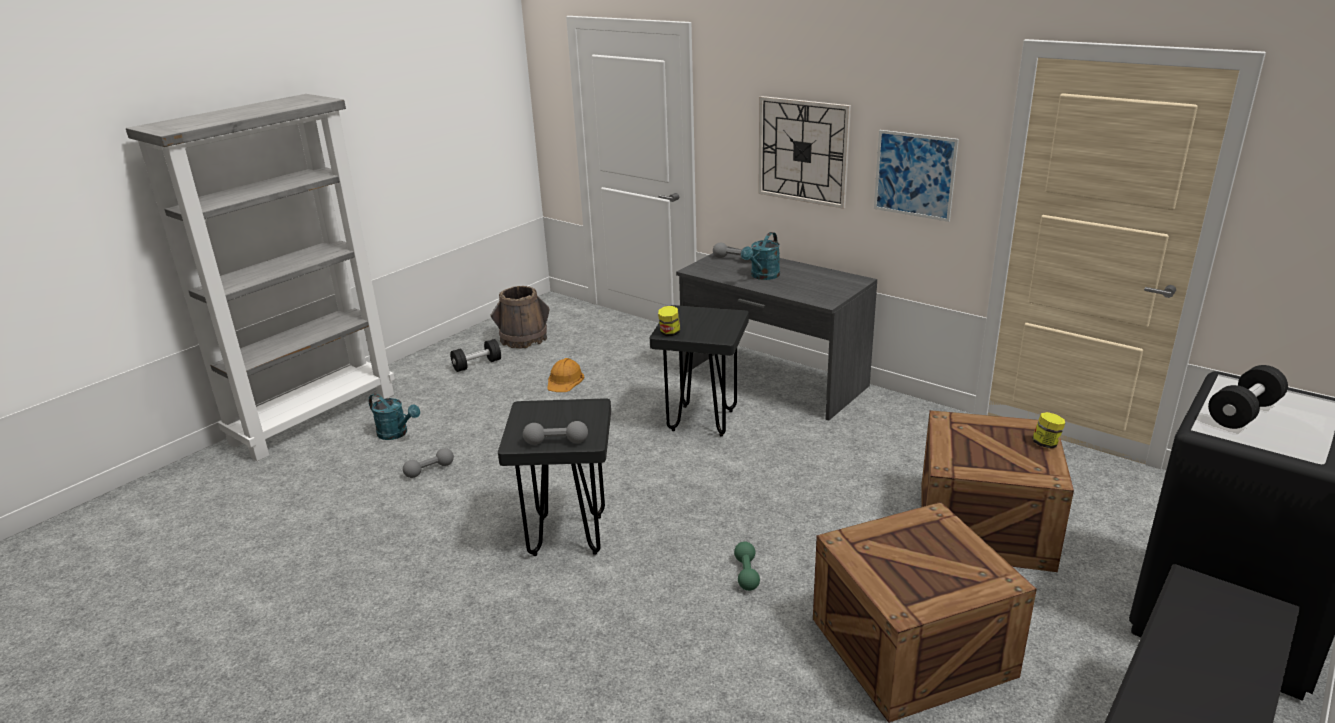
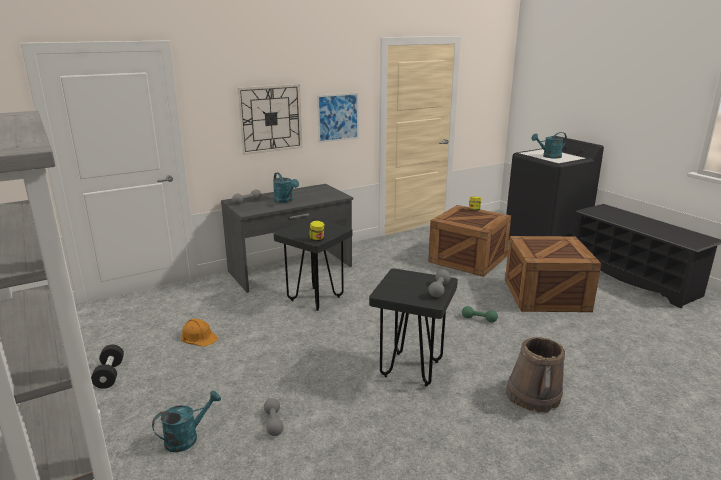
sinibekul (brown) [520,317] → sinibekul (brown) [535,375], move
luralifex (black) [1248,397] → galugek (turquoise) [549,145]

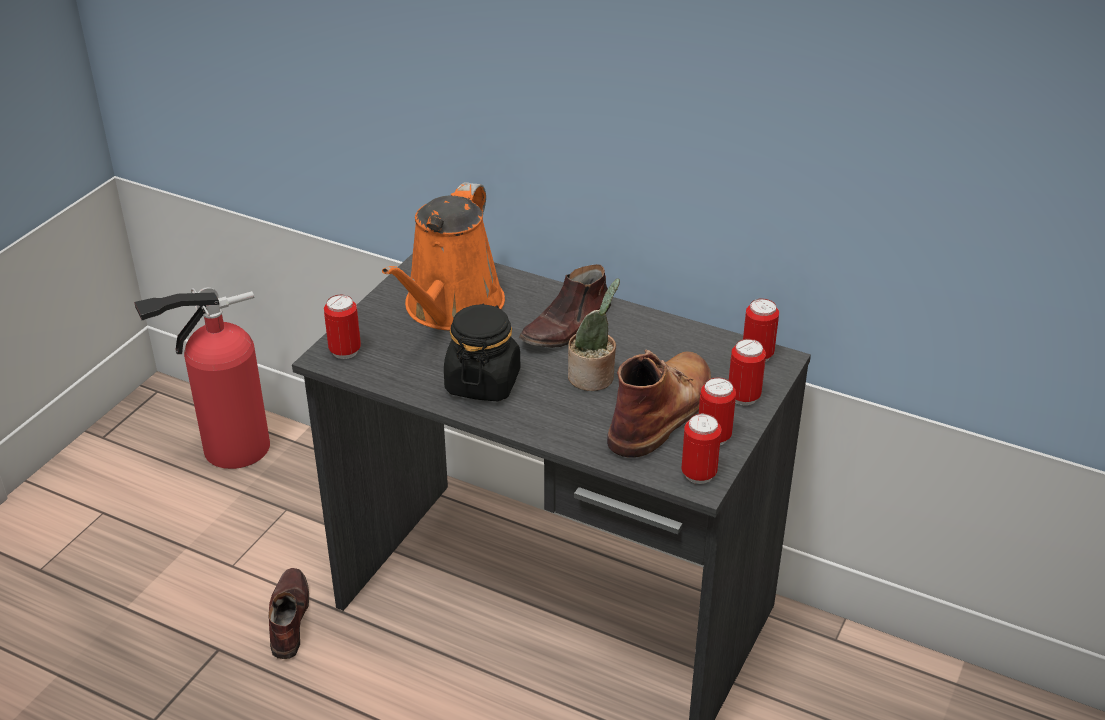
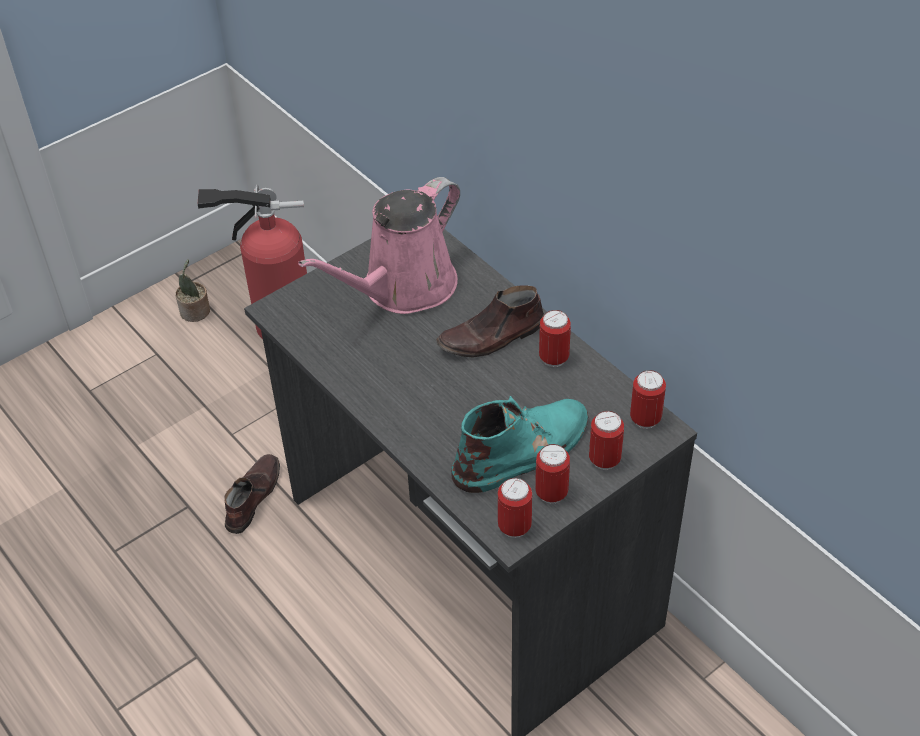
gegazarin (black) [482,352] → -
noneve [342,327] → noneve [555,338], move
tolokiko [594,334] → tolokiko [192,290], move
galugek (orange) [443,256] → galugek (pink) [379,245]
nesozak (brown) [659,404] → nesozak (turquoise) [520,444]

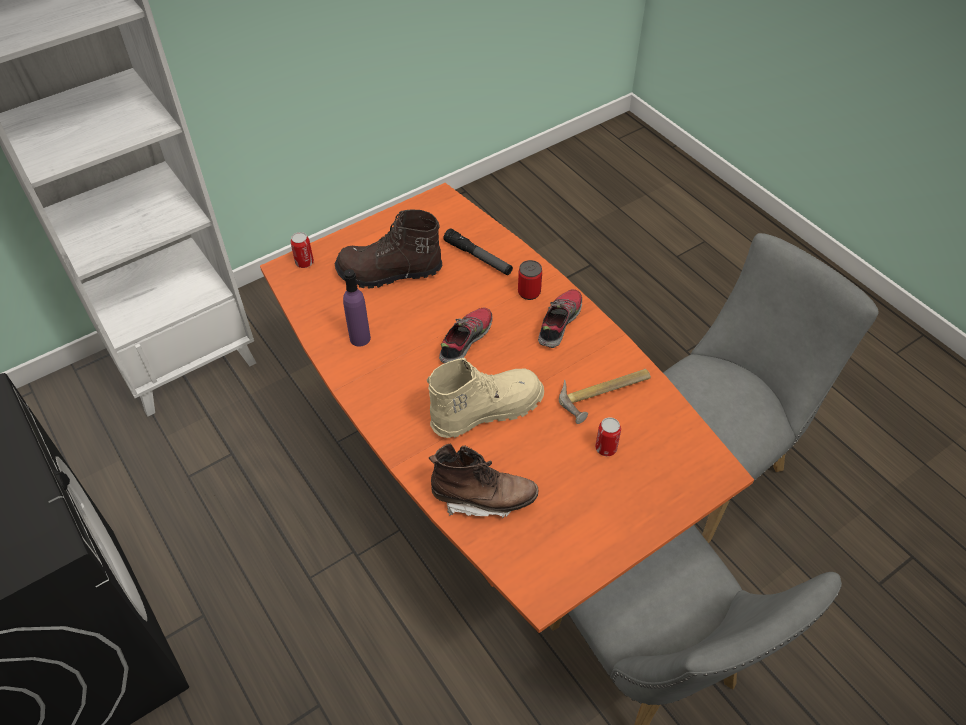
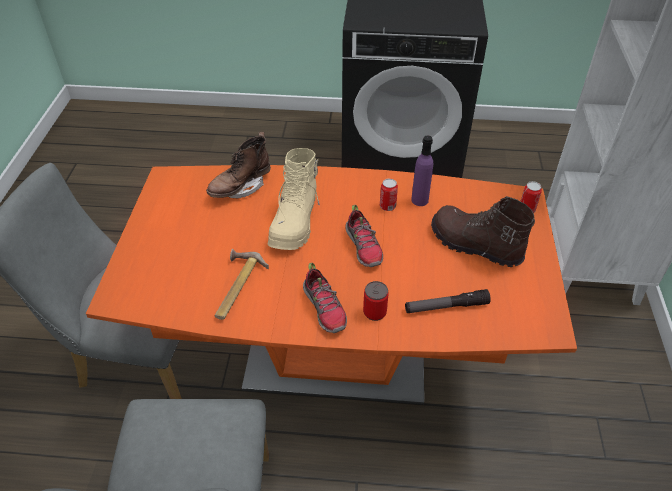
noneve [608,436] → noneve [389,194], move
nesozak (brown) [388,249] → nesozak (brown) [483,231], 90 degrees counterclockwise

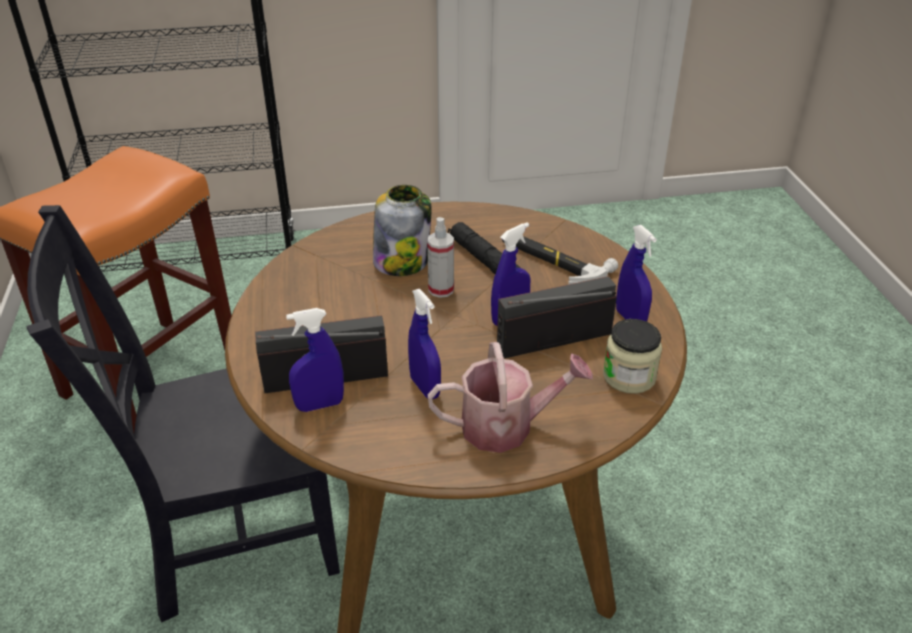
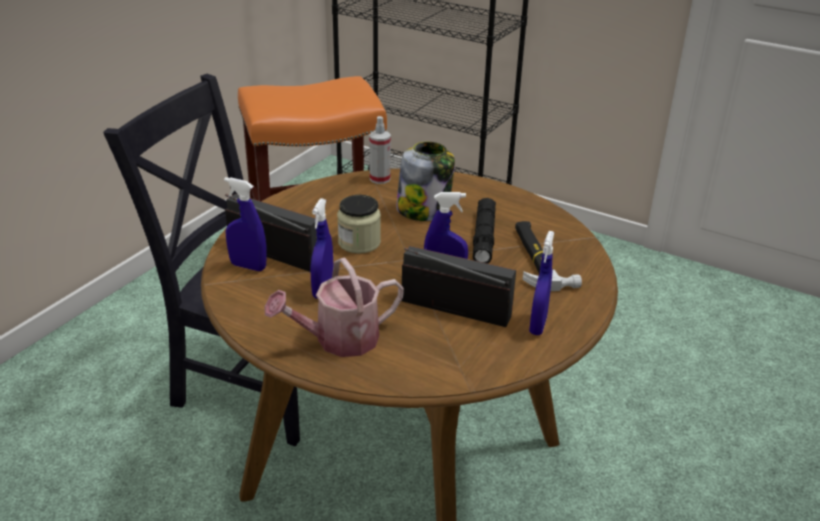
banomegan [440,257] → banomegan [380,150], move
gegazarin [632,356] → gegazarin [359,224], move
galugek [510,397] → galugek [334,307], 120 degrees clockwise

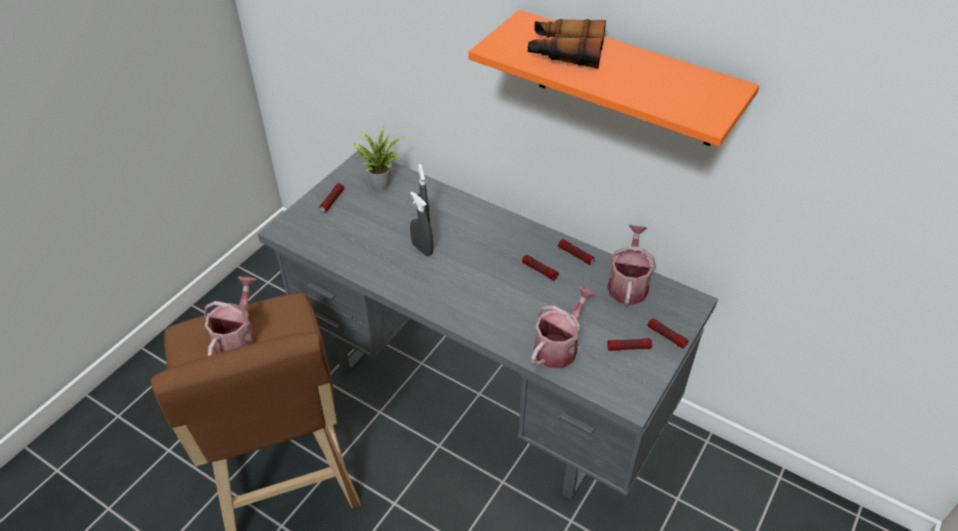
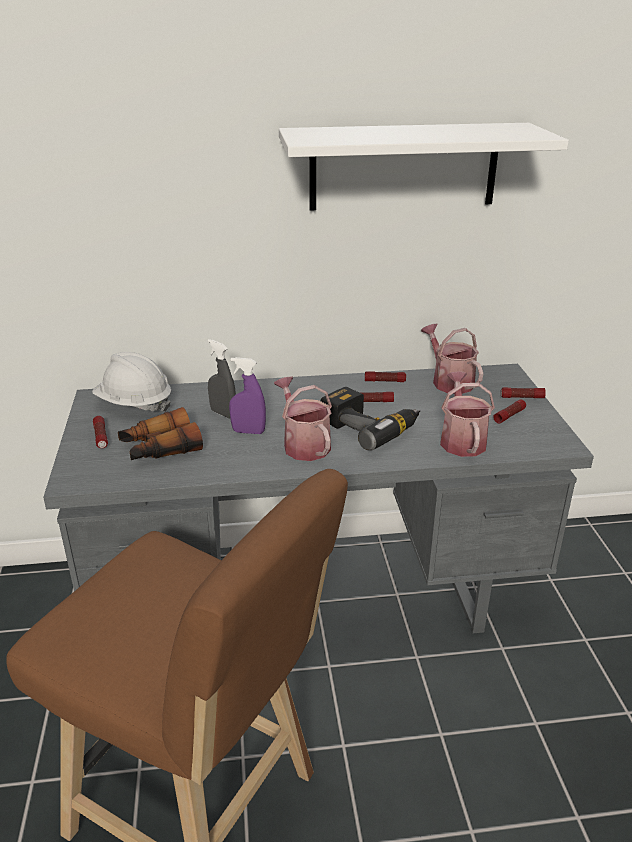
- → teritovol [370,418]
galugek [230,316] → galugek [303,418], move
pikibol [567,44] → pikibol [160,433], move
tolokiko [379,158] → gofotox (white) [131,382]
banomegan (grey) [421,224] → banomegan (purple) [247,395]
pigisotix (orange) [613,78] → pigisotix (white) [424,167]

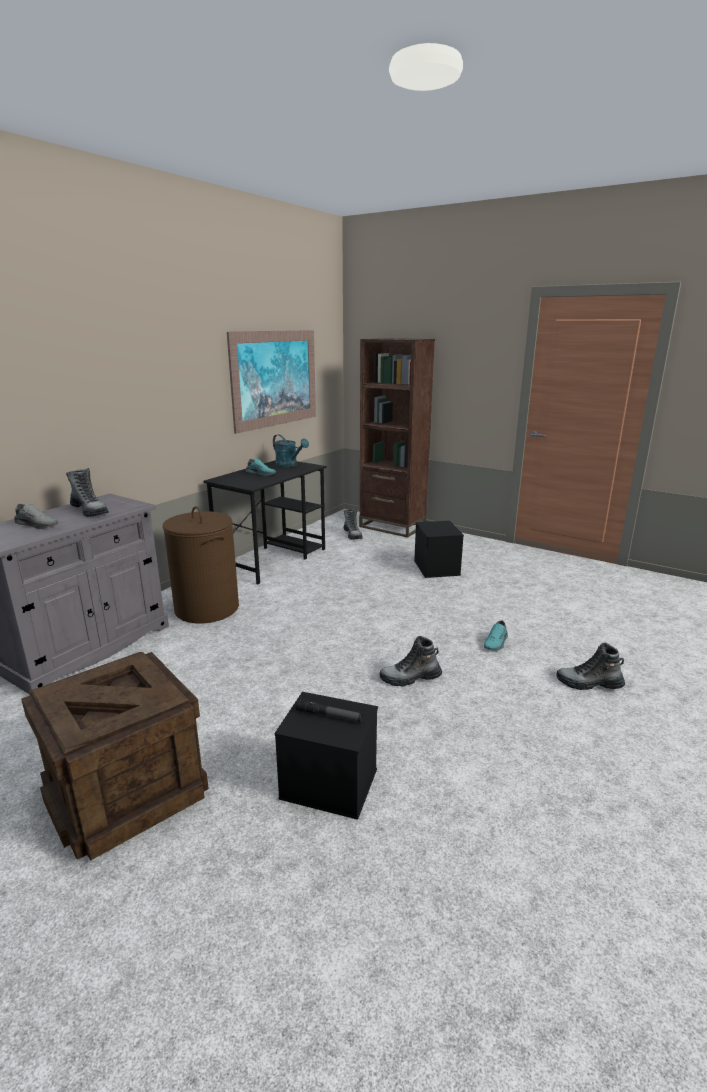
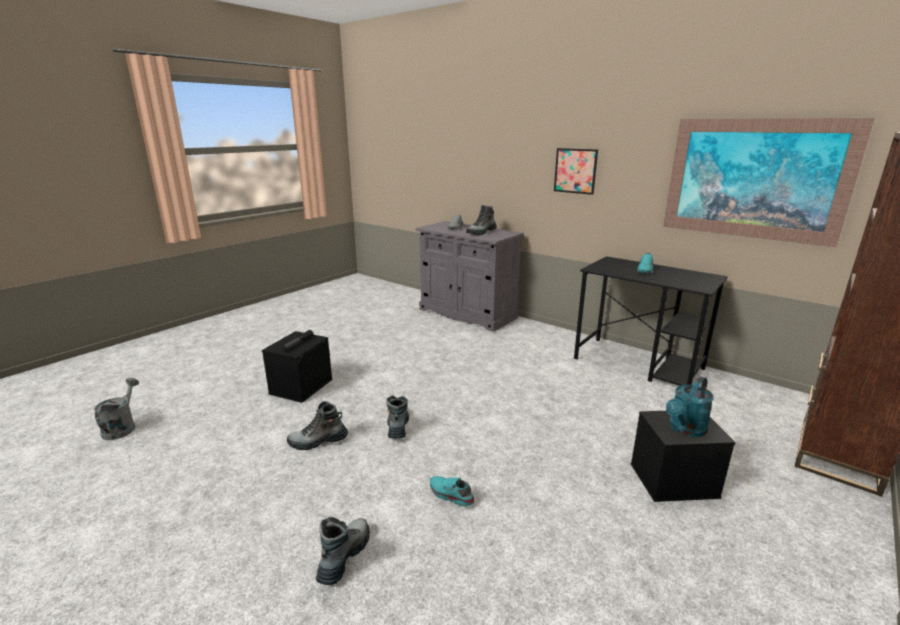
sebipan [114,756] → -
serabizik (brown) [201,564] → -
- → galugek (grey) [116,409]
- → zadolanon [576,171]
galugek (turquoise) [291,450] → galugek (turquoise) [690,407], move
nesozak [353,524] → nesozak [317,425], move

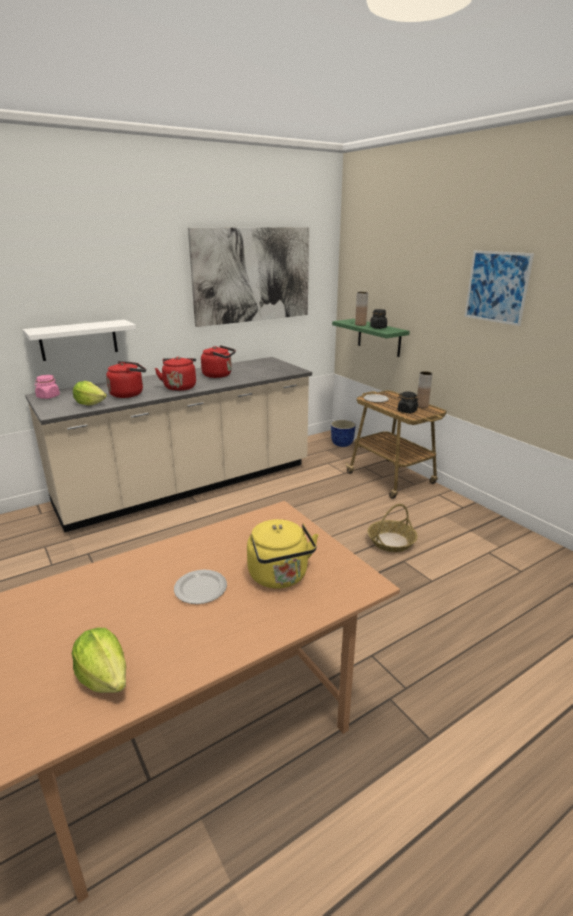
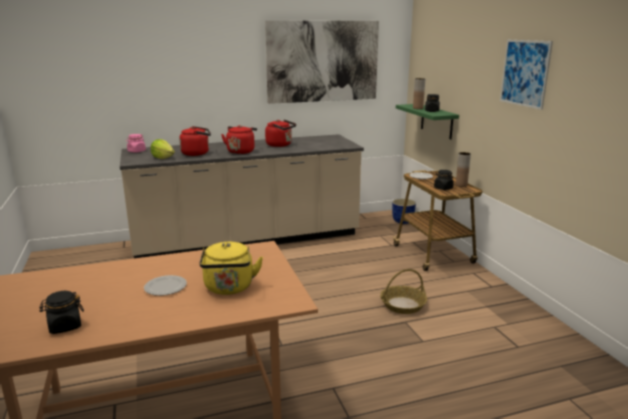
pigisotix (white) [79,340] → -
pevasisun [99,660] → gegazarin (black) [61,312]

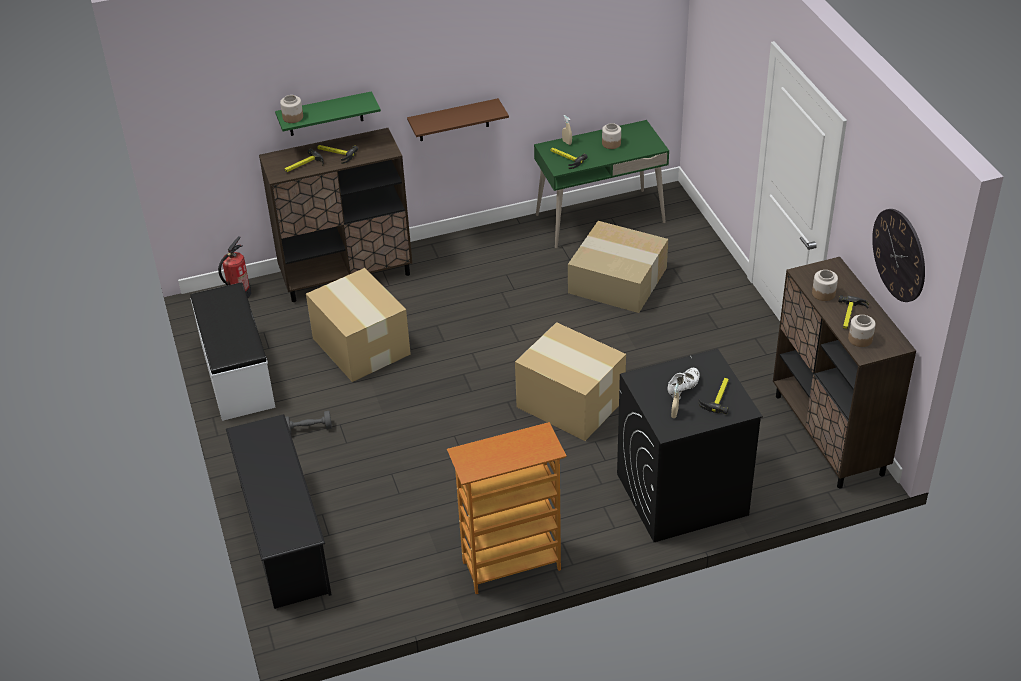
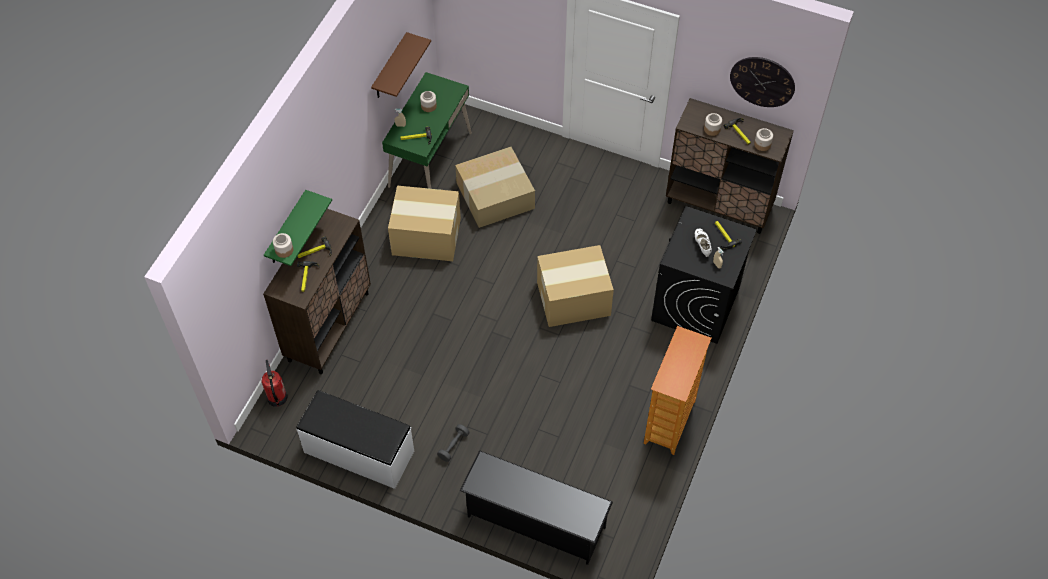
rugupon [358,325] → rugupon [424,223], move
pigisotix (brown) [458,119] → pigisotix (brown) [401,65], move

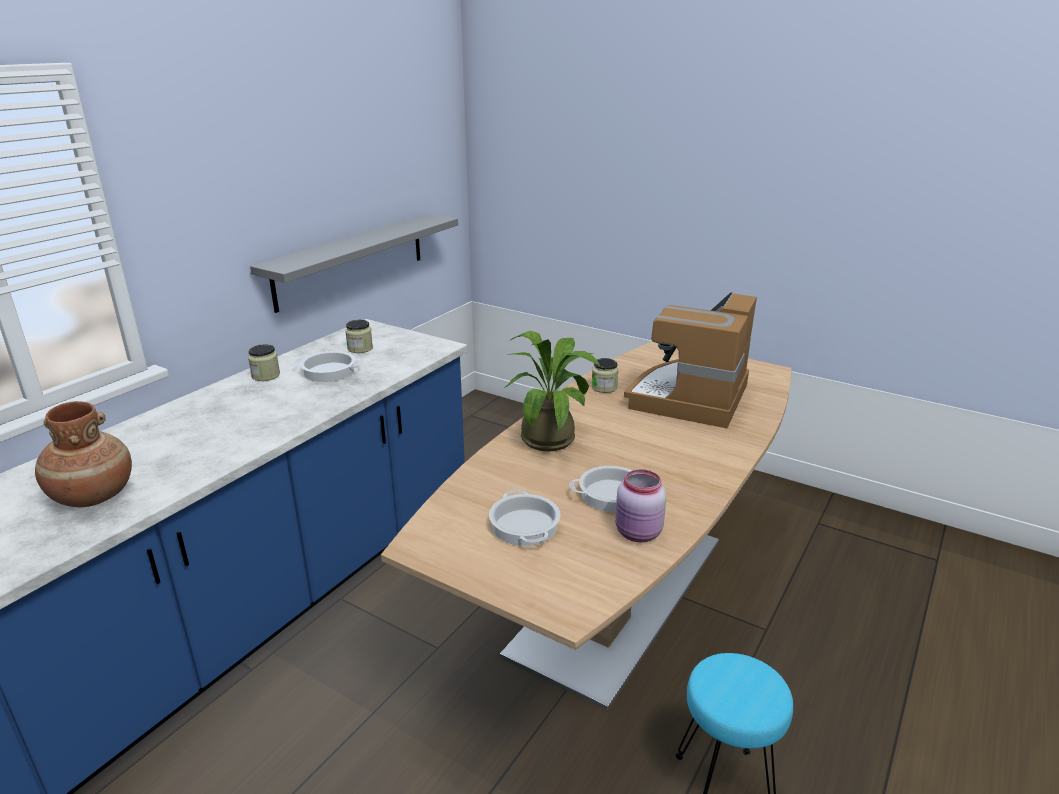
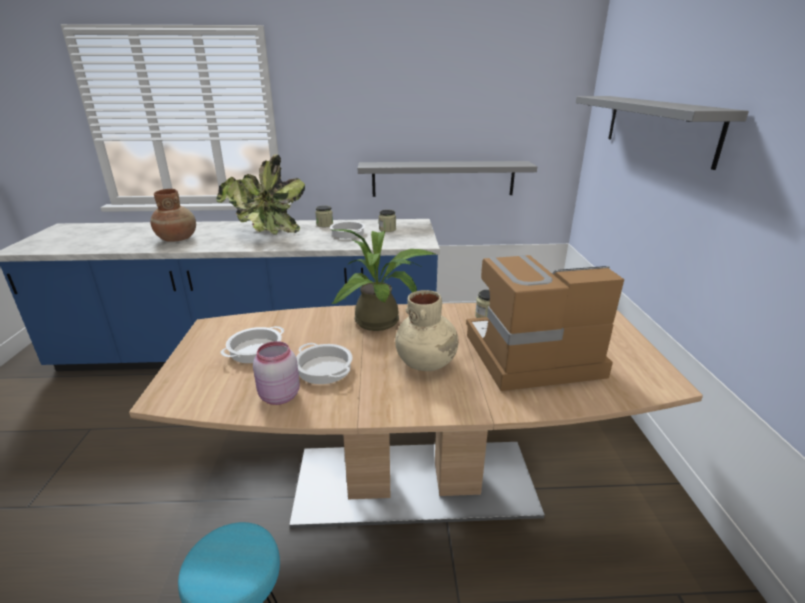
- → tolokiko [260,194]
- → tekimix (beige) [427,330]
- → pigisotix (grey) [662,133]

